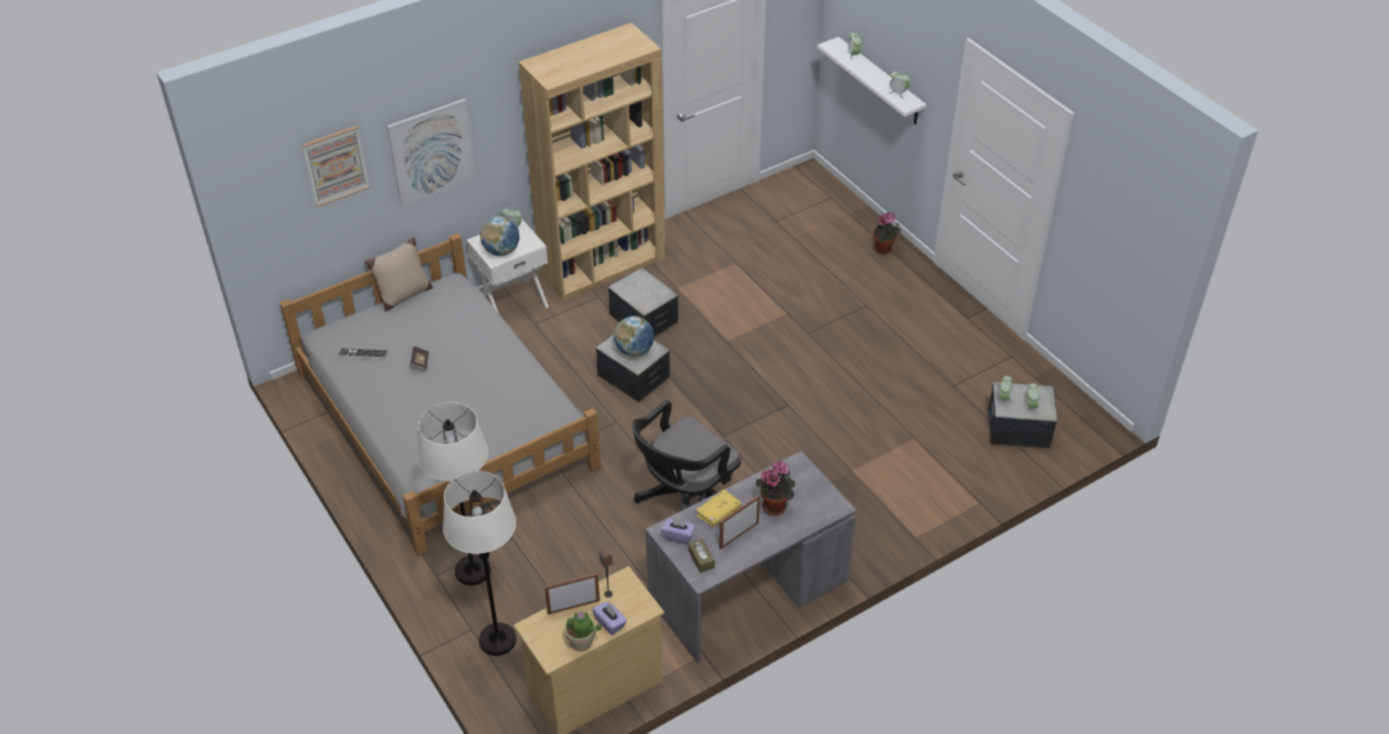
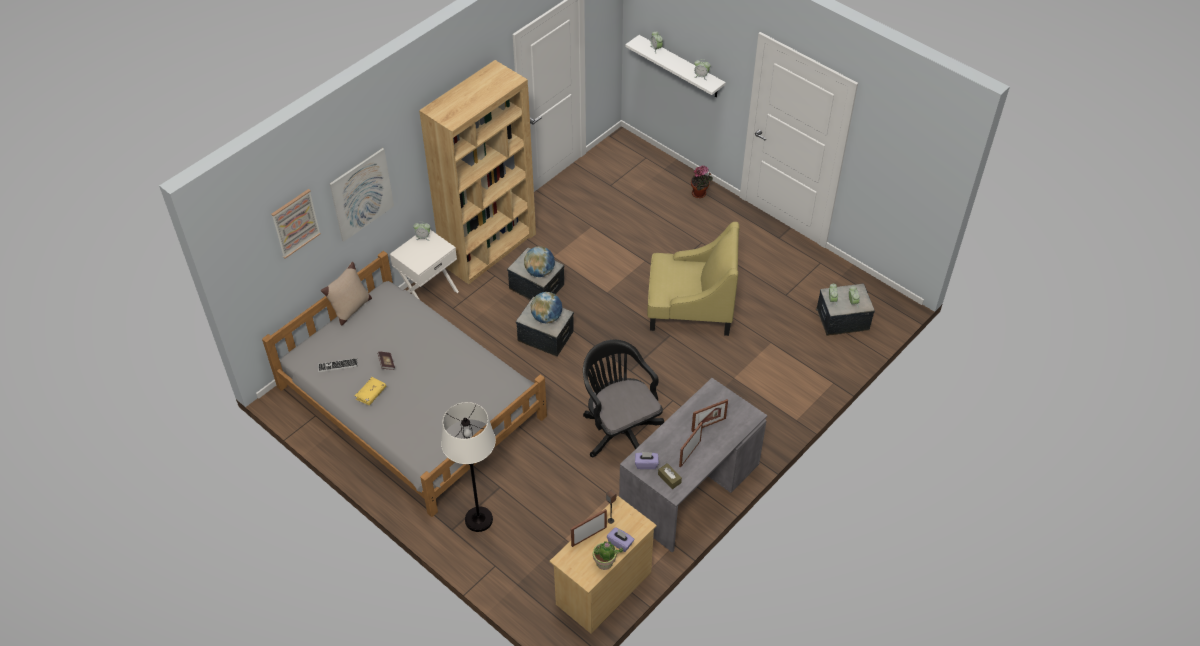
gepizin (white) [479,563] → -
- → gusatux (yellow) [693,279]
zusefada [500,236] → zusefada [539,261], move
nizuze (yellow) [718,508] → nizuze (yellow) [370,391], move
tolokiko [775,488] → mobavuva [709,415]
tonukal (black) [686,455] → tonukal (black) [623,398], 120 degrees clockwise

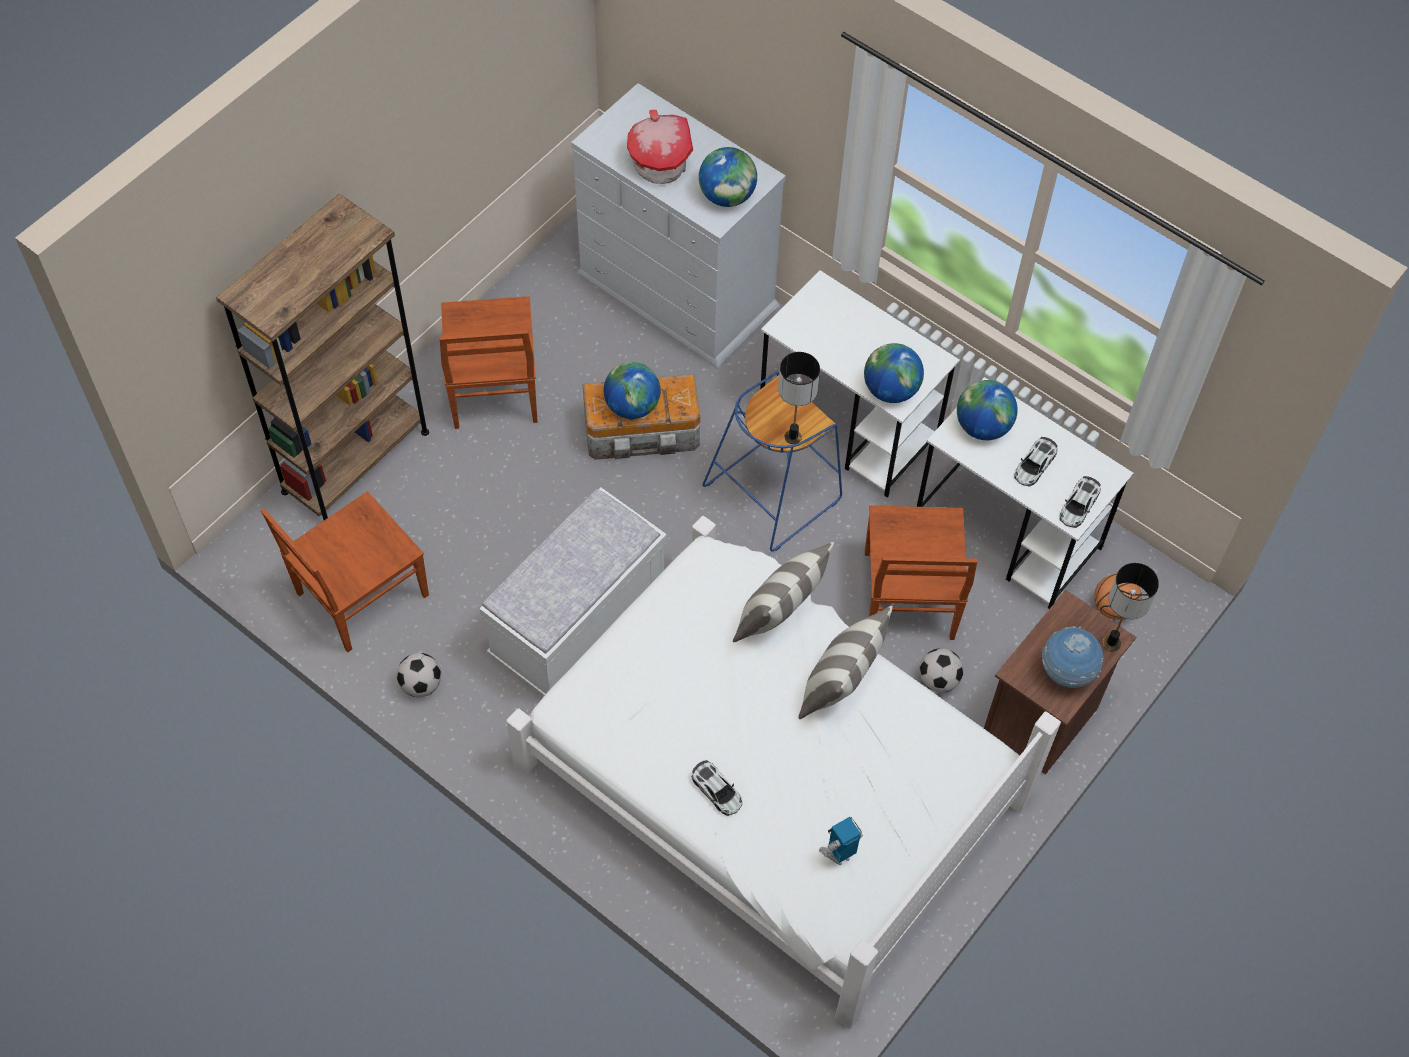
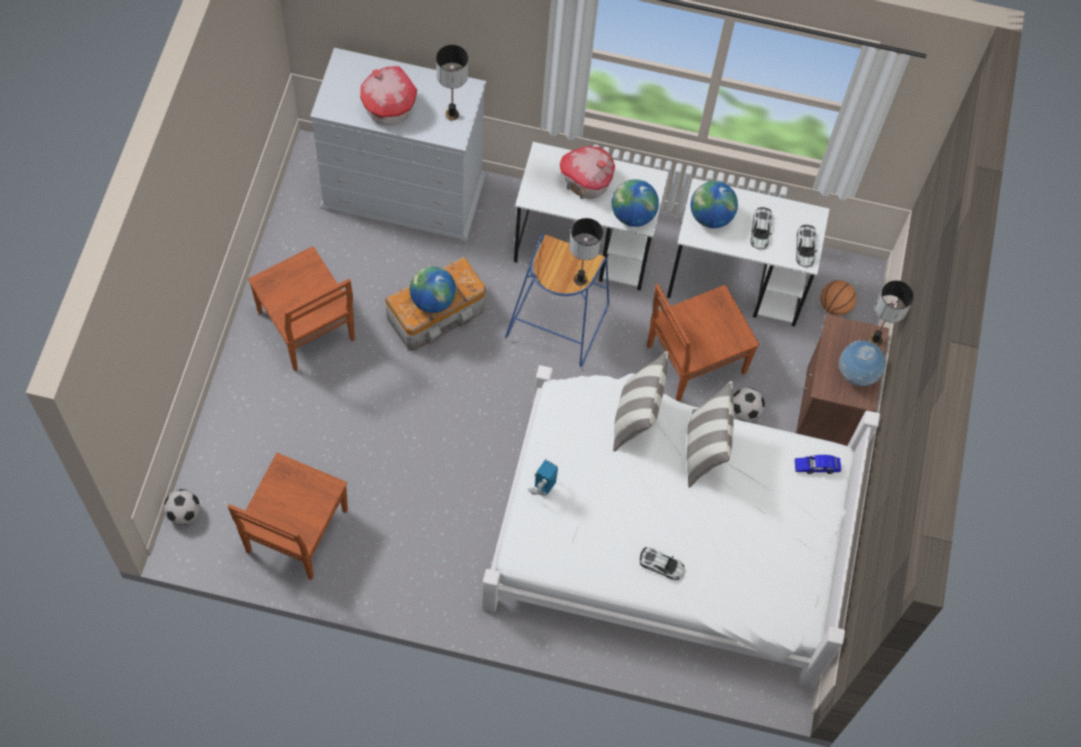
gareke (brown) [322,357] → -
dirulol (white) [573,591] → -
- → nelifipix [587,172]
- → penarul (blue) [817,464]
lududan [419,675] → lududan [182,507], move
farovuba [841,841] → farovuba [543,478], move
zusefada [728,177] → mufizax [452,83]
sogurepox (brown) [921,573] → sogurepox (brown) [703,342], 90 degrees clockwise

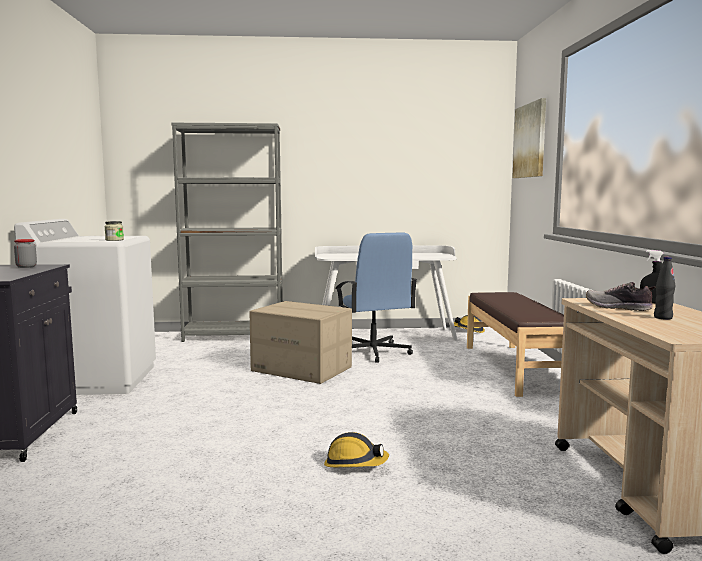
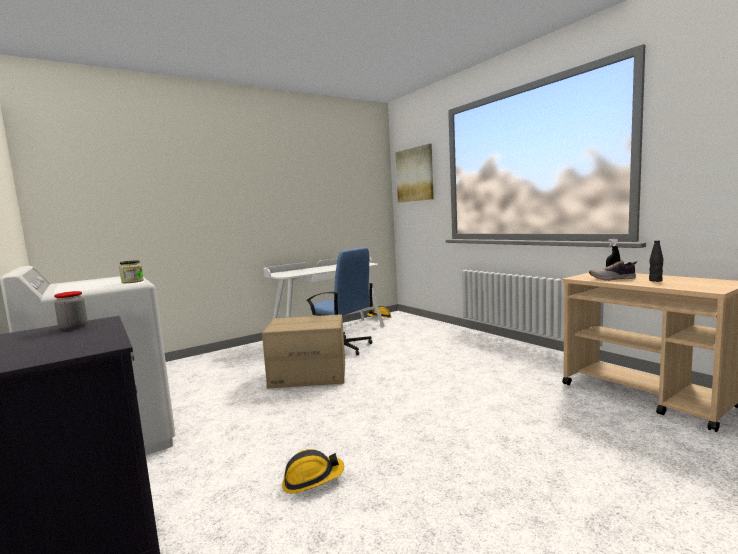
gareke (grey) [227,232] → -
dirulol (brown) [515,344] → -
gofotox [356,449] → gofotox [313,471], move

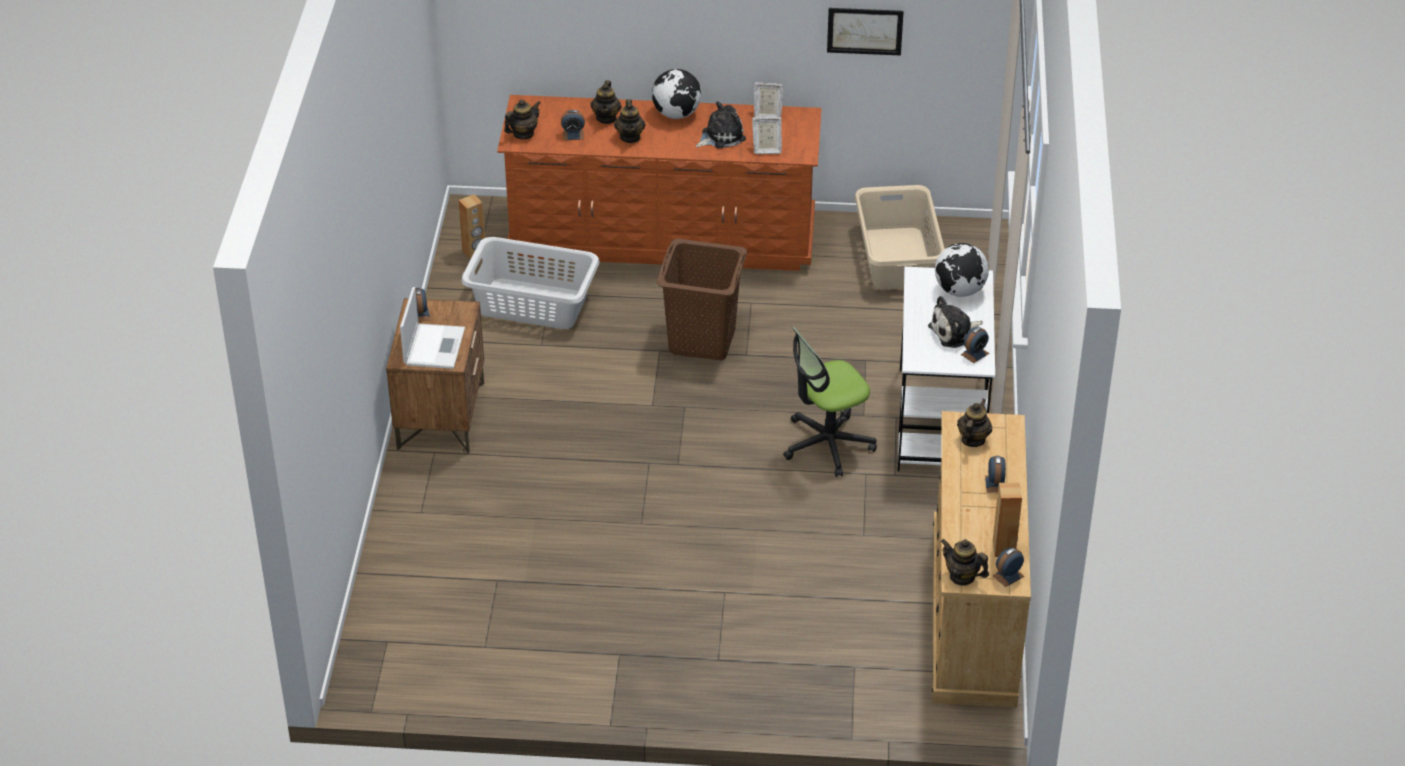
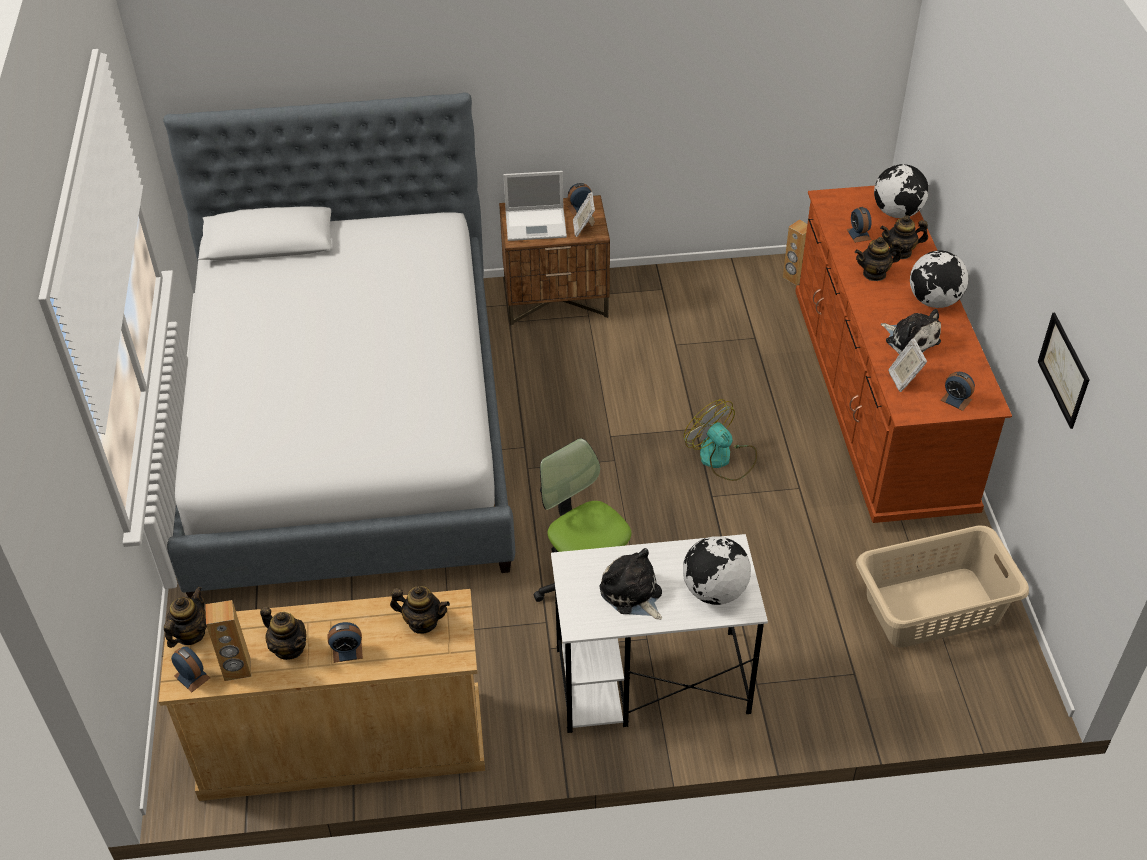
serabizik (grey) [530,283] → -
- → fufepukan [339,345]
- → zusefada [901,191]
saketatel [522,119] → saketatel [283,633], move
mobavuva [768,99] → mobavuva [584,214], move
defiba [975,345] → defiba [958,391], move
serabizik (brown) [701,299] → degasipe [720,440]

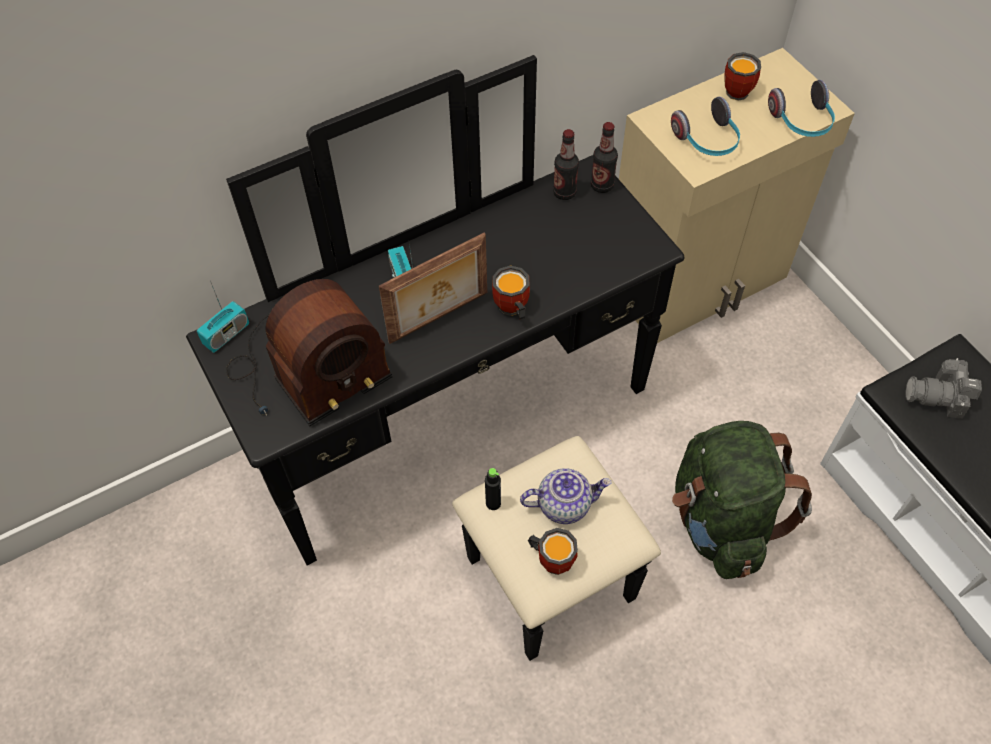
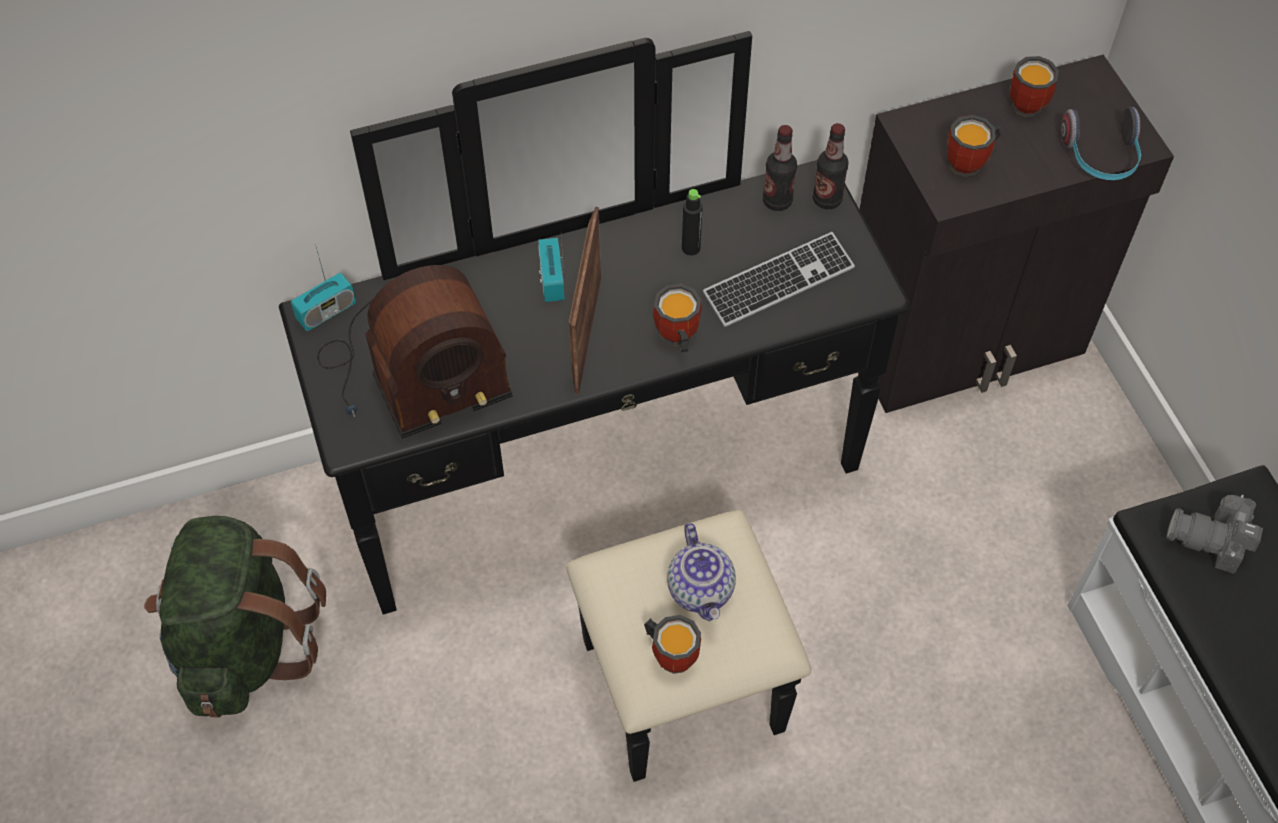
- → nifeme [779,279]
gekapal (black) [493,489] → gekapal (black) [692,222], move
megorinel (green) [742,500] → megorinel (green) [235,616], move
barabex [705,126] → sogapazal [974,146]
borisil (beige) [737,195] → borisil (black) [1016,234]
mobavuva [433,288] → mobavuva [585,300], 120 degrees clockwise
saketatel [566,496] → saketatel [701,572], 75 degrees clockwise

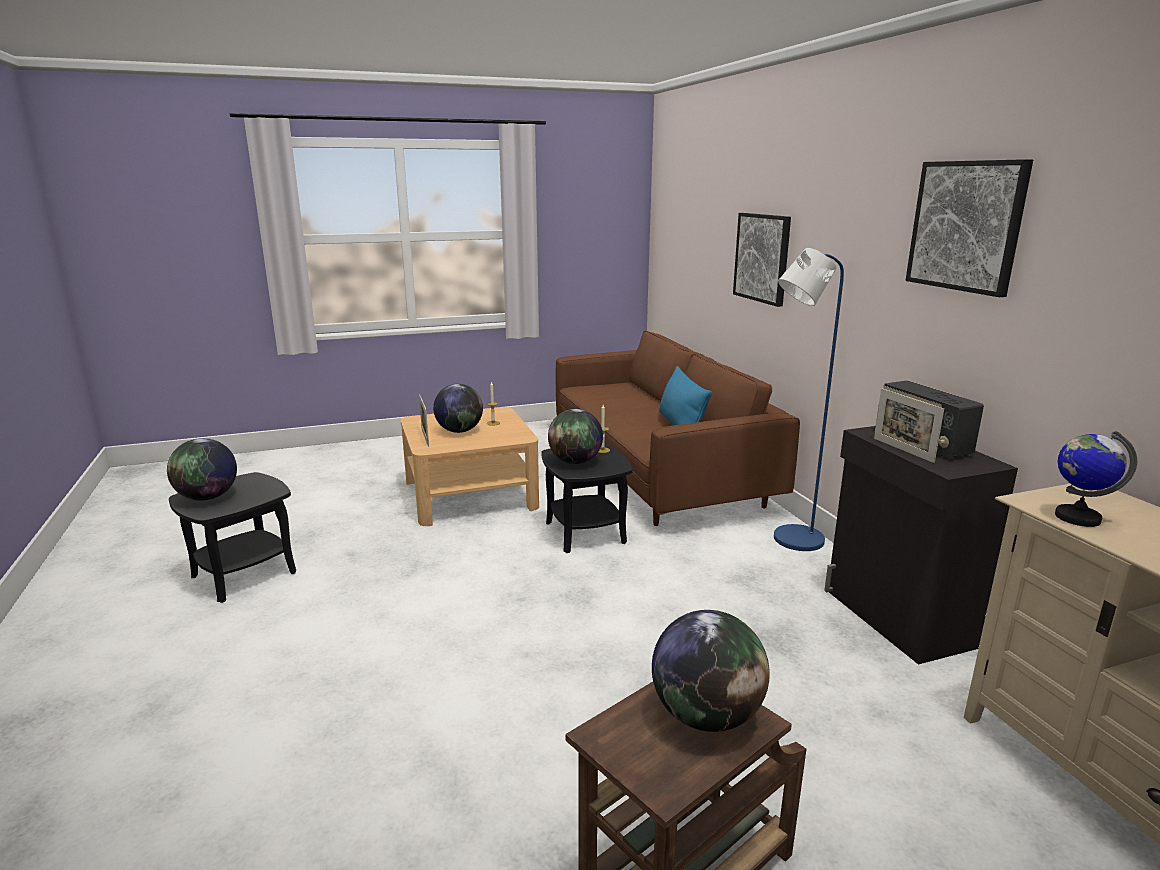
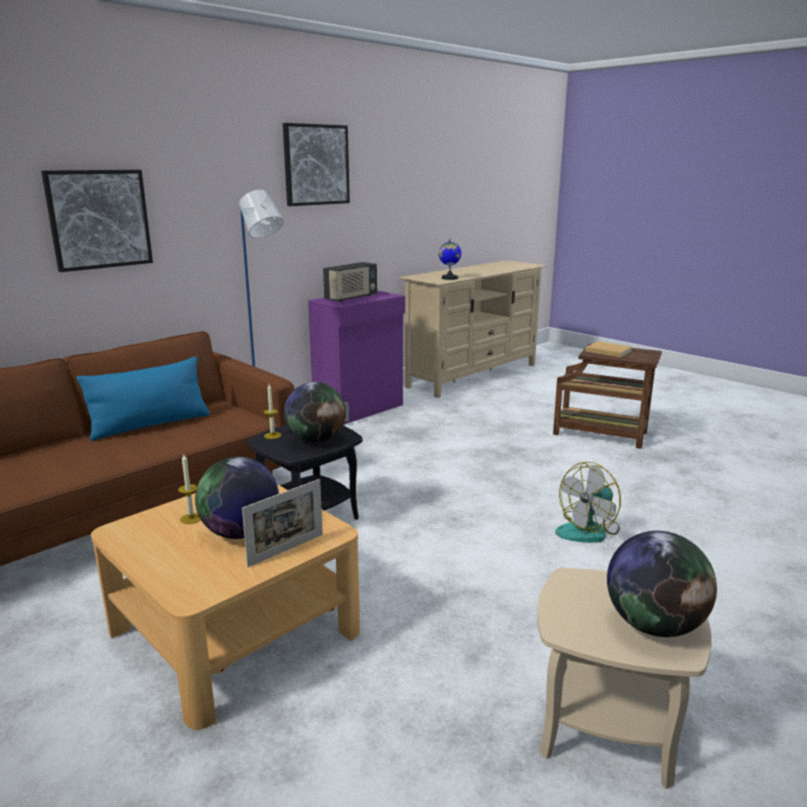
mobavuva [909,425] → -
- → degasipe [588,502]
zusefada [711,671] → nizuze (beige) [608,349]
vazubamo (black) [232,537] → vazubamo (beige) [624,678]
borisil (black) [921,545] → borisil (purple) [356,357]

